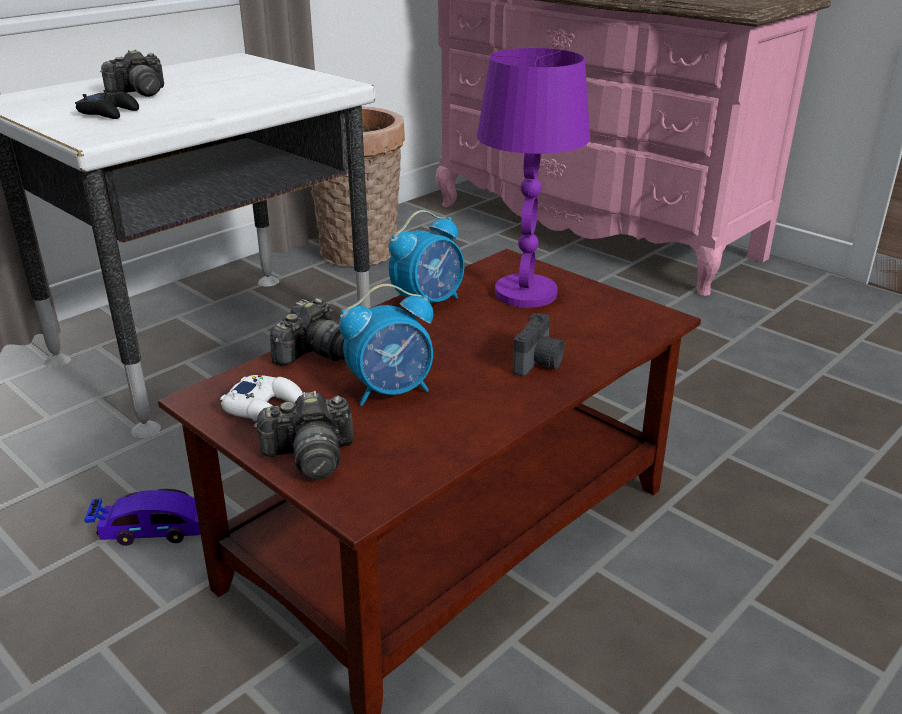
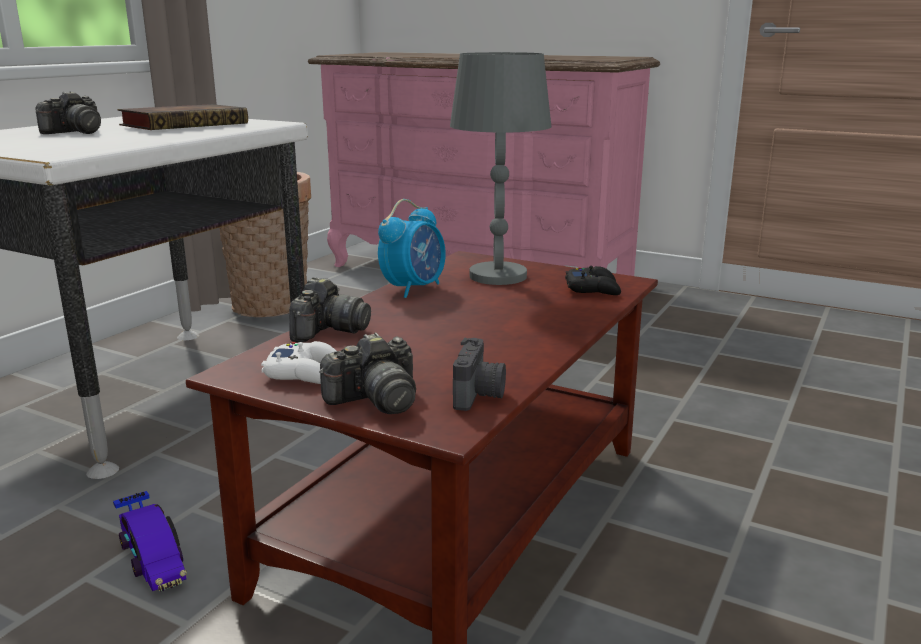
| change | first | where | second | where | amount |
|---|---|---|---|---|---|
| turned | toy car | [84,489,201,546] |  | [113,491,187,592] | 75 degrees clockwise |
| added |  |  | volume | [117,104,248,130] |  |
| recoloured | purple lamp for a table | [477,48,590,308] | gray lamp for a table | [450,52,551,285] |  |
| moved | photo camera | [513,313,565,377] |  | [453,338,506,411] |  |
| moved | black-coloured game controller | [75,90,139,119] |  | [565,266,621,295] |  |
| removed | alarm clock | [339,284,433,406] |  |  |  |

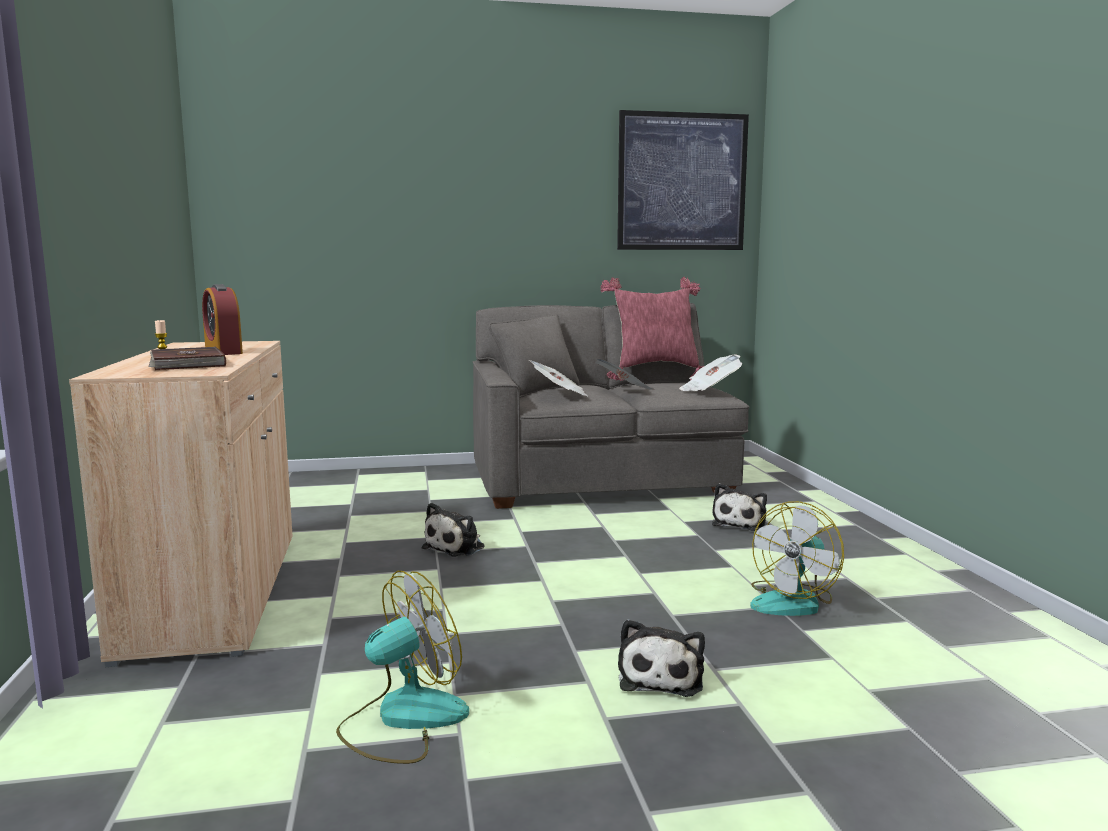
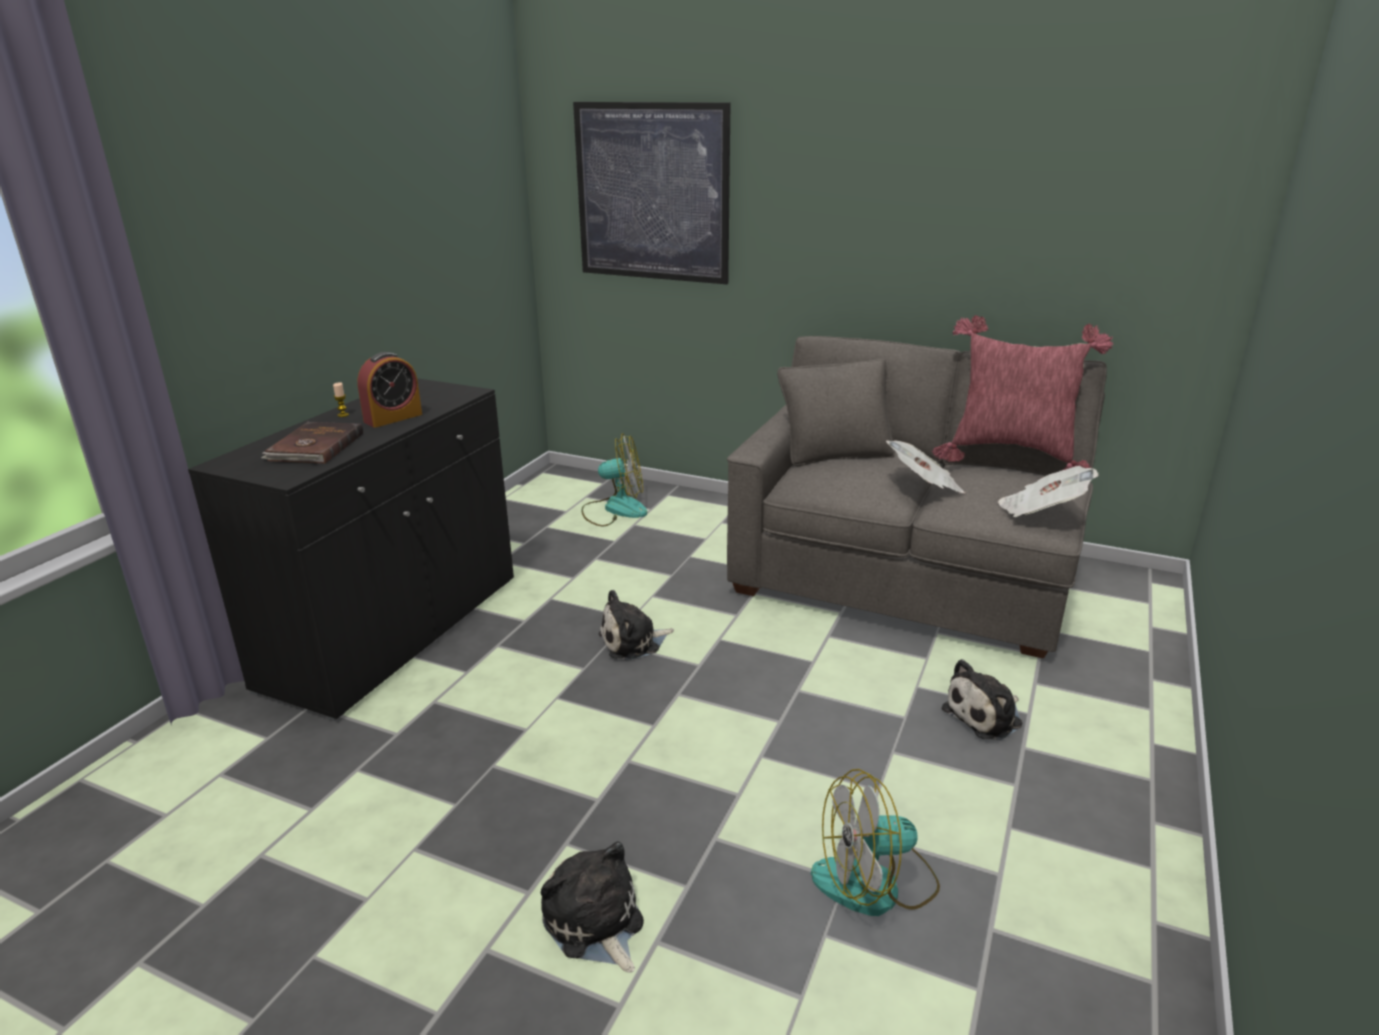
| change | first | where | second | where | amount |
|---|---|---|---|---|---|
| recoloured | sand-coloured cupboard | [69,341,293,667] | black-coloured cupboard | [188,378,514,721] |  |
| turned | alarm clock | [202,284,243,355] |  | [357,352,422,428] | 135 degrees counterclockwise |
| turned | soft toy | [618,619,705,697] |  | [541,842,644,973] | 105 degrees clockwise |
| moved | wall picture | [617,110,749,250] |  | [573,102,731,284] |  |
| moved | cooling fan | [336,571,469,764] |  | [581,433,647,526] |  |
| removed | newspaper | [529,360,589,397] |  |  |  |

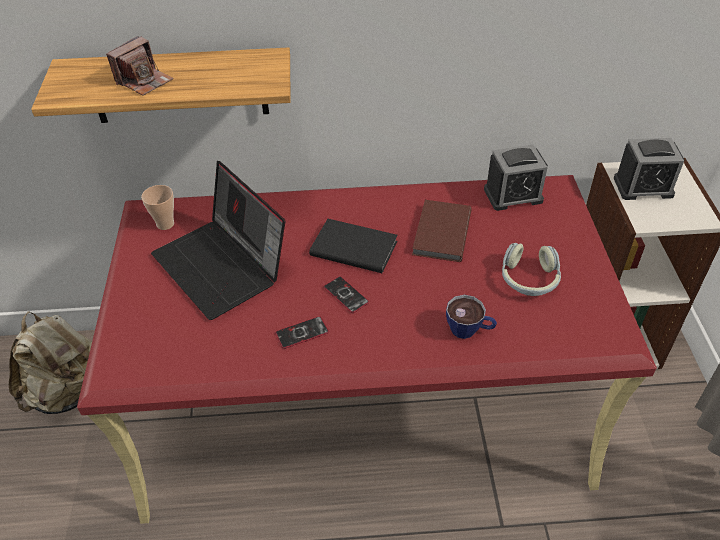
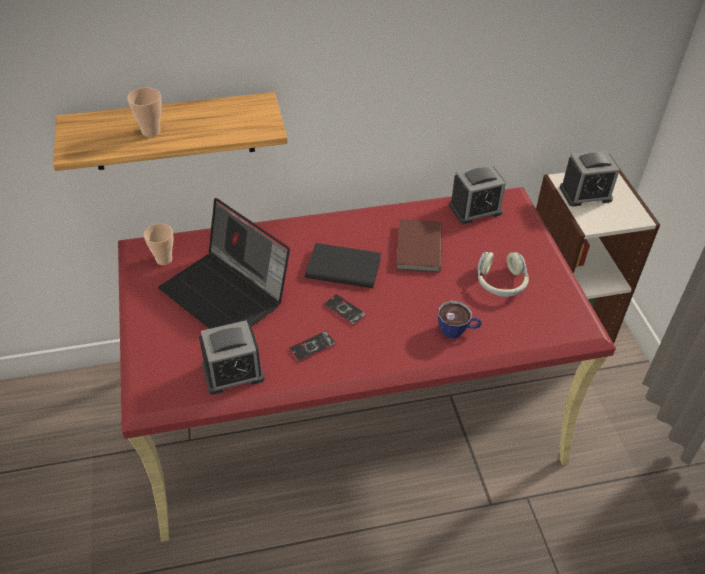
| change | first | where | second | where | amount |
|---|---|---|---|---|---|
| replaced | photo camera | [106,36,173,96] | small cup | [127,87,161,137] |  |
| added |  |  | alarm clock | [199,320,265,395] |  |
| removed | sand-coloured backpack | [9,311,92,414] |  |  |  |

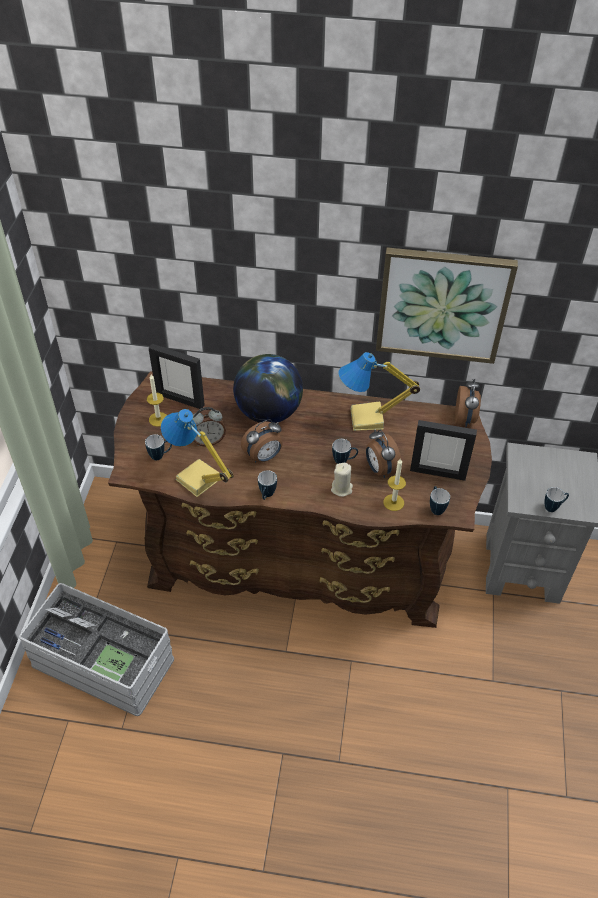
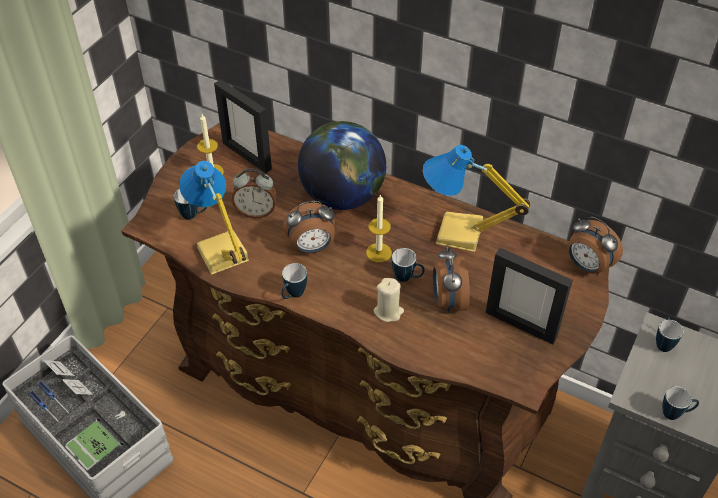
| change | first | where | second | where | amount |
|---|---|---|---|---|---|
| moved | candle | [383,458,406,511] |  | [366,194,392,263] |  |
| turned | alarm clock | [455,379,481,427] |  | [567,217,623,275] | 105 degrees clockwise |
| moved | tea mug | [430,486,450,515] |  | [656,317,684,352] |  |
| removed | wall picture | [376,247,518,364] |  |  |  |

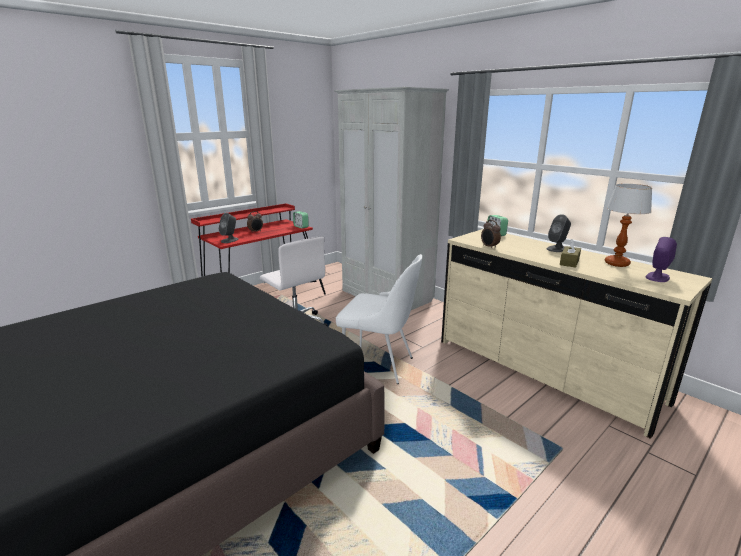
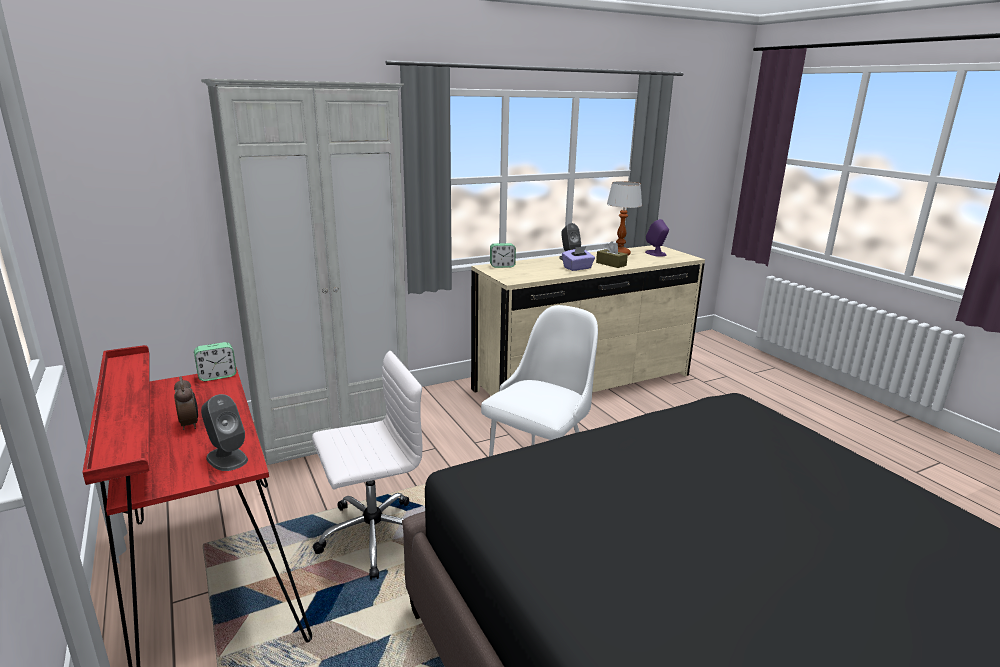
| change | first | where | second | where | amount |
|---|---|---|---|---|---|
| added |  |  | purple box of tissues | [562,246,595,271] |  |
| removed | alarm clock | [481,220,501,249] |  |  |  |

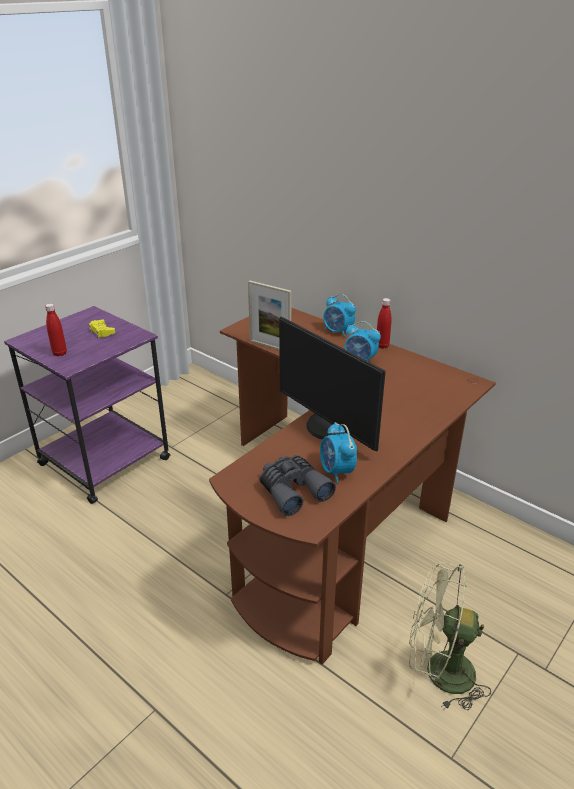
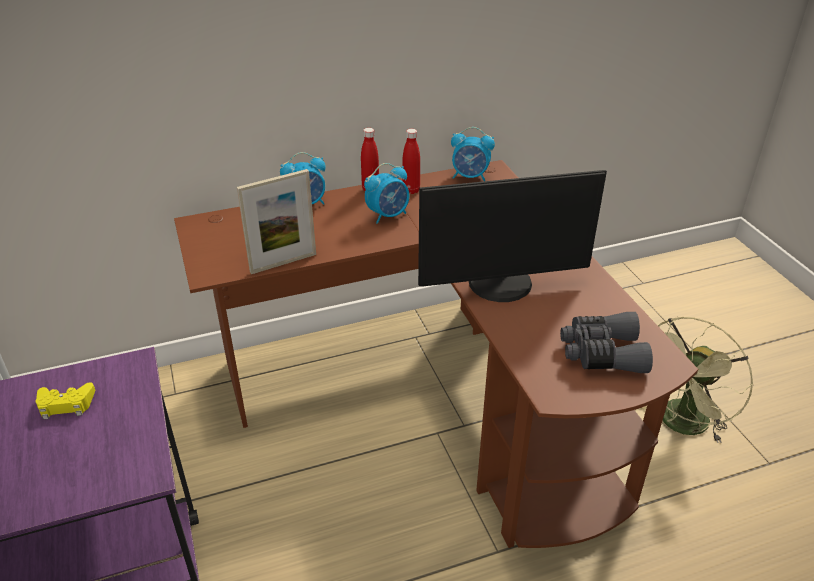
| change | first | where | second | where | amount |
|---|---|---|---|---|---|
| moved | red-coloured drink bottle | [45,303,67,357] |  | [402,129,420,194] |  |
| moved | alarm clock | [320,422,357,483] |  | [451,127,495,181] |  |

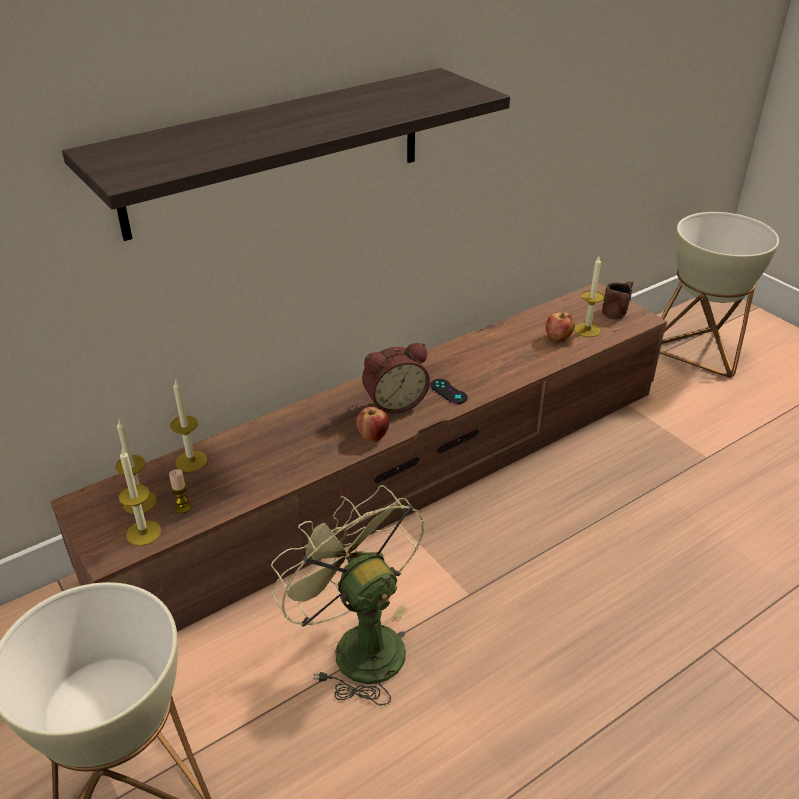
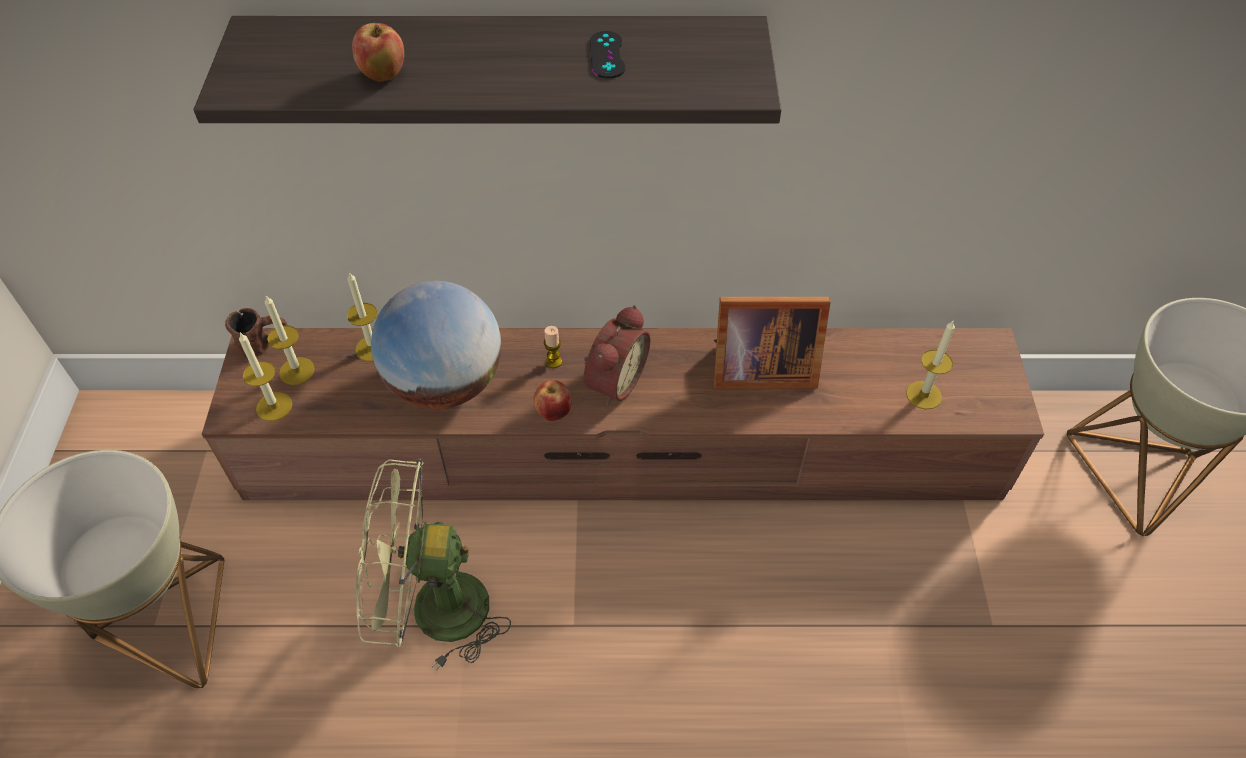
| change | first | where | second | where | amount |
|---|---|---|---|---|---|
| moved | brown-coloured tea mug | [602,281,633,319] |  | [225,308,287,358] |  |
| moved | whole apple | [546,312,574,342] |  | [352,23,404,82] |  |
| turned | greenish cooling fan | [271,485,425,706] |  | [356,459,511,671] | 90 degrees counterclockwise |
| added |  |  | globe | [371,281,501,409] |  |
| moved | candle | [169,469,191,514] |  | [544,326,562,368] |  |
| turned | alarm clock | [362,343,430,414] |  | [584,305,650,406] | 75 degrees counterclockwise |
| moved | black-coloured game controller | [430,379,468,404] |  | [590,31,626,79] |  |
| added |  |  | photo frame | [714,297,831,389] |  |

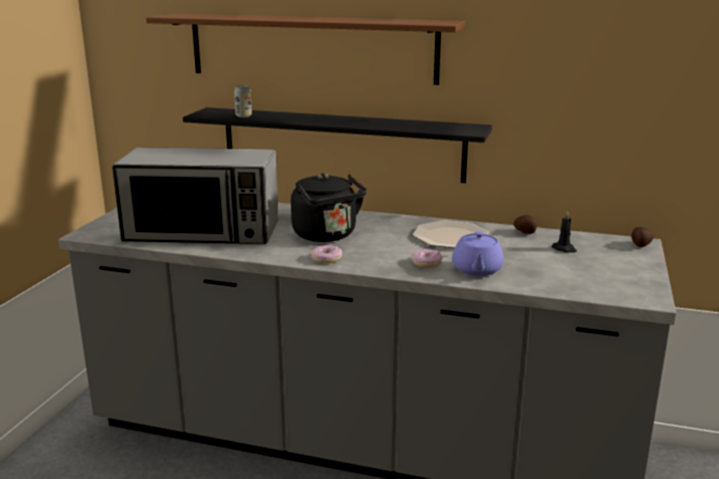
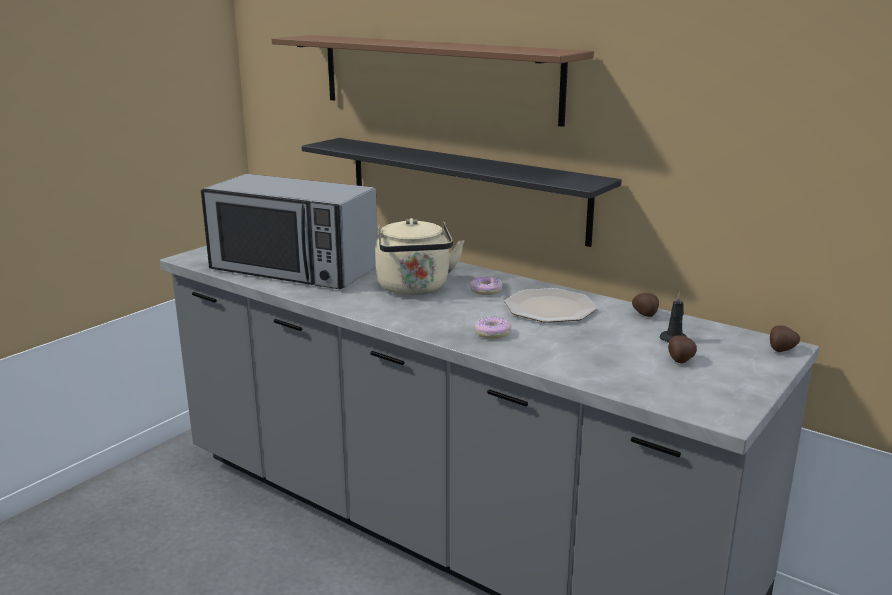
| change | first | where | second | where | amount |
|---|---|---|---|---|---|
| recoloured | black-coloured kettle | [291,173,367,242] | sand-coloured kettle | [375,218,464,295] |  |
| moved | doughnut | [311,245,342,263] |  | [469,276,503,295] |  |
| added |  |  | spud | [668,335,697,363] |  |
| removed | can | [234,85,252,117] |  |  |  |
| removed | purple tea pot | [452,231,504,276] |  |  |  |

